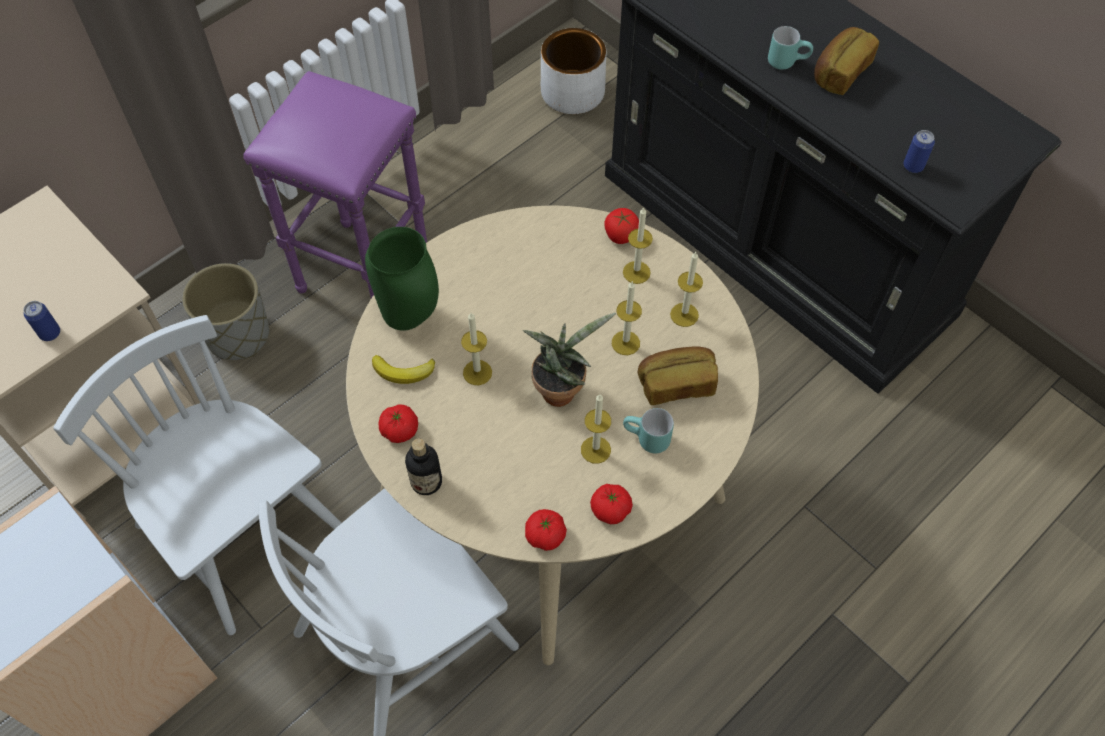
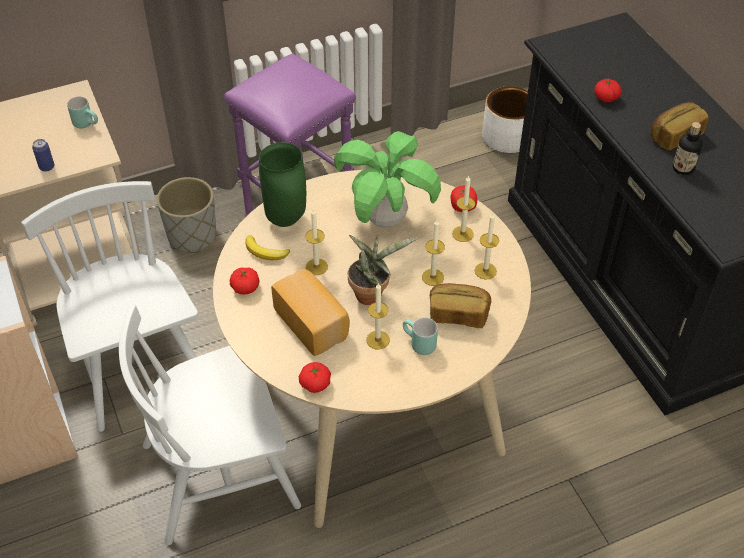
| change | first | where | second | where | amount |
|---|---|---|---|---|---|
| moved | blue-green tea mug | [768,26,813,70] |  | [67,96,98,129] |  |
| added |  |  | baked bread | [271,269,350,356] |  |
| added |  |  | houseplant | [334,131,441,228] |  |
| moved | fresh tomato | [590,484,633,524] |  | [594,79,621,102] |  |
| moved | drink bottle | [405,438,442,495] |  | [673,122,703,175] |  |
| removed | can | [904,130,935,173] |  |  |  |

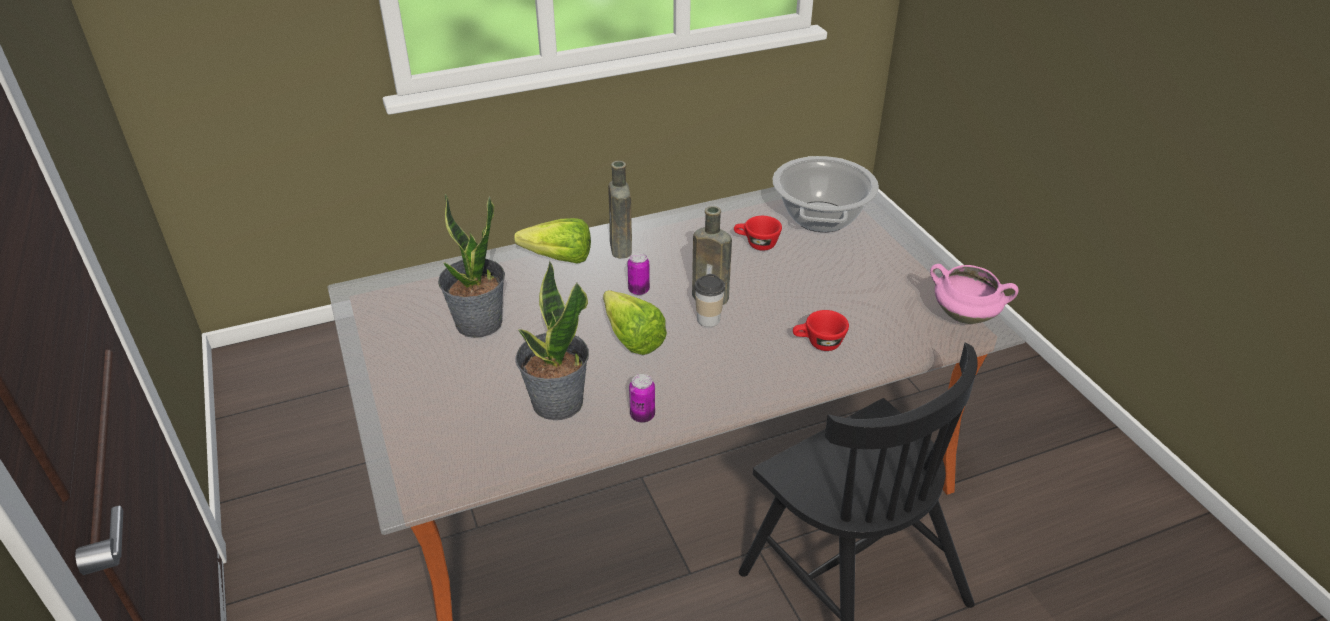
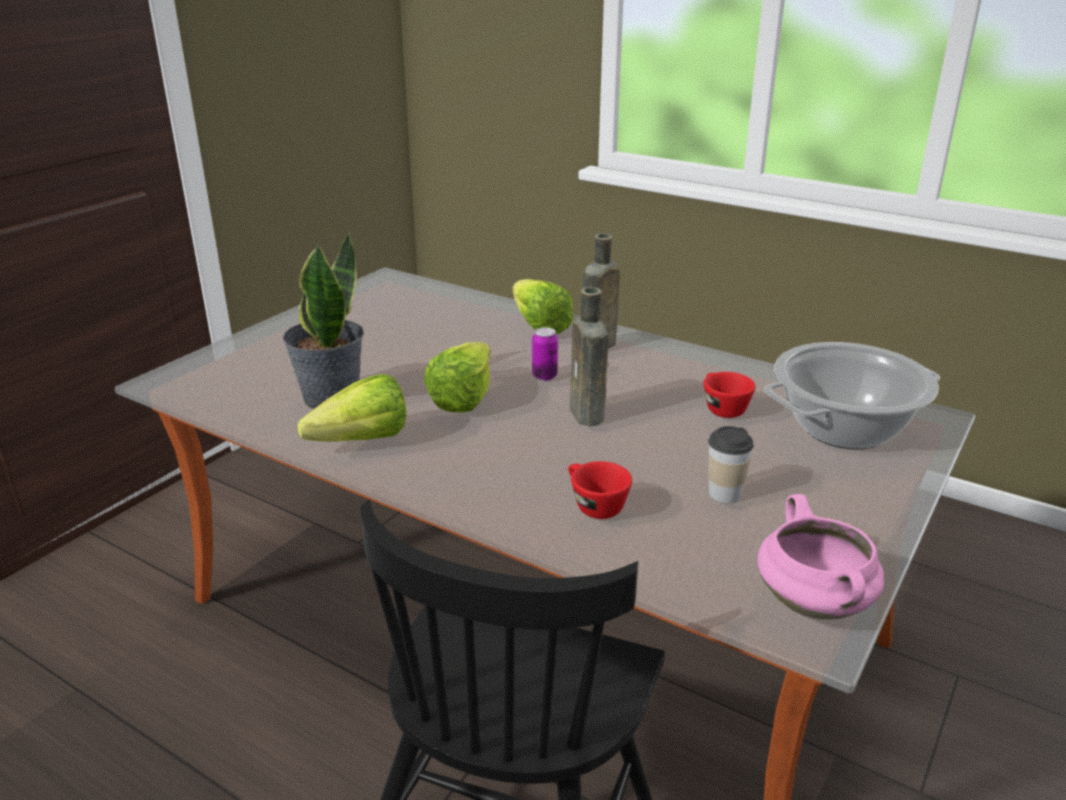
| change | first | where | second | where | amount |
|---|---|---|---|---|---|
| replaced | can | [629,374,655,422] | lettuce | [298,374,406,442] |  |
| moved | small cup | [695,274,725,327] |  | [708,426,754,503] |  |
| removed | houseplant | [438,194,505,338] |  |  |  |

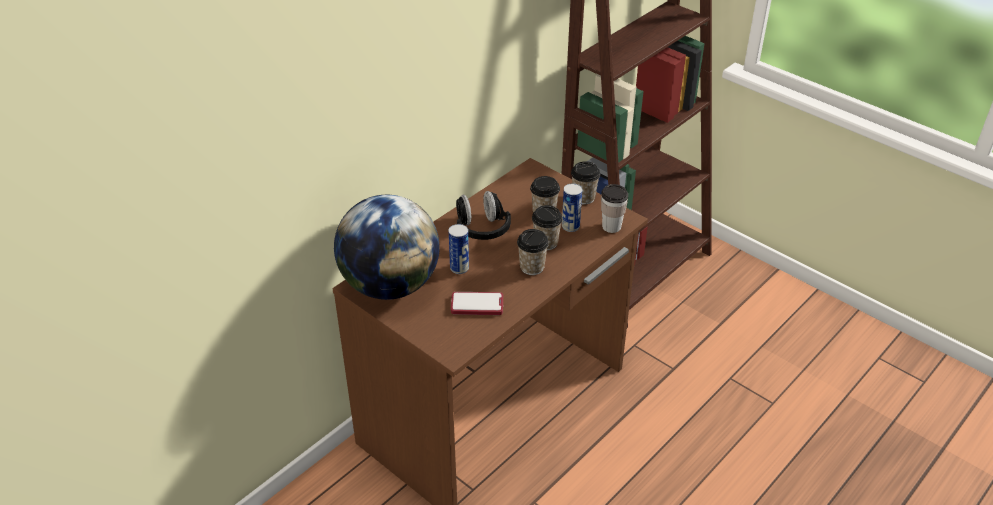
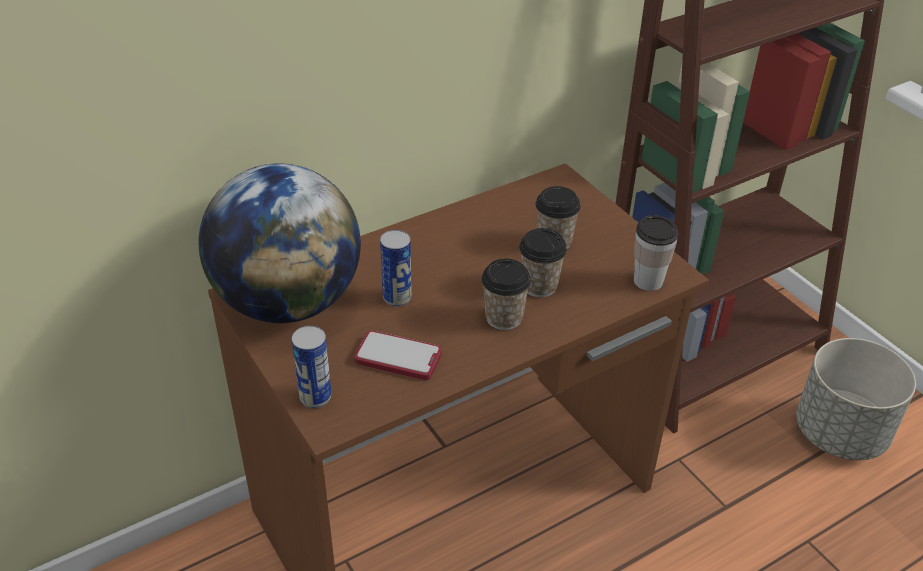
| change | first | where | second | where | amount |
|---|---|---|---|---|---|
| moved | can | [562,183,582,232] |  | [292,326,332,408] |  |
| added |  |  | gray plant pot | [796,338,916,460] |  |
| removed | black-coloured headphones | [456,191,511,240] |  |  |  |
| removed | small cup | [571,161,600,205] |  |  |  |

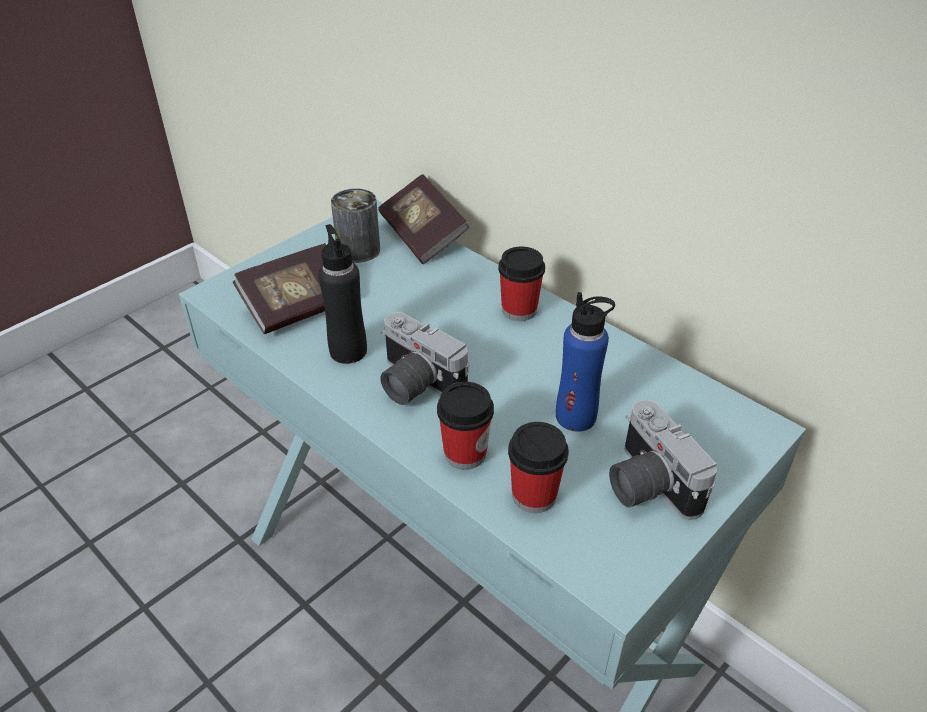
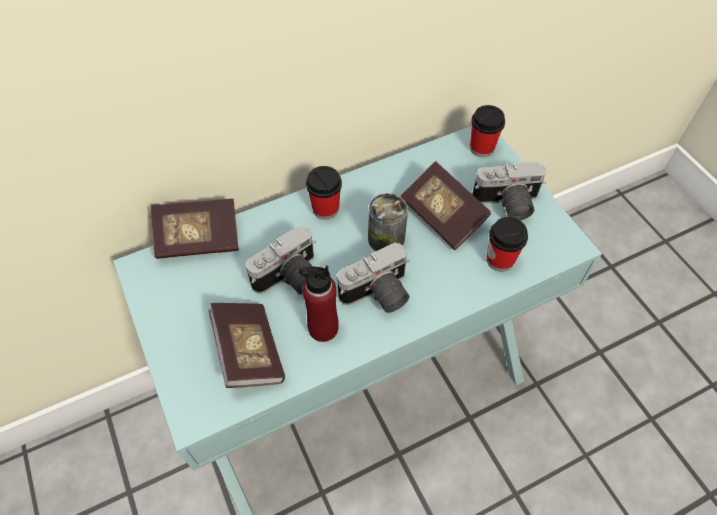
| change | first | where | second | where | amount |
|---|---|---|---|---|---|
| added |  |  | photo camera | [246,225,316,295] |  |
| recoloured | black-coloured drink bottle | [318,224,367,364] | red-coloured drink bottle | [299,266,339,342] |  |
| moved | can | [331,188,380,263] |  | [368,193,408,251] |  |
| replaced | blue drink bottle | [556,292,615,432] | volume | [401,161,491,250] |  |
| moved | small cup | [437,382,494,470] |  | [470,105,505,157] |  |

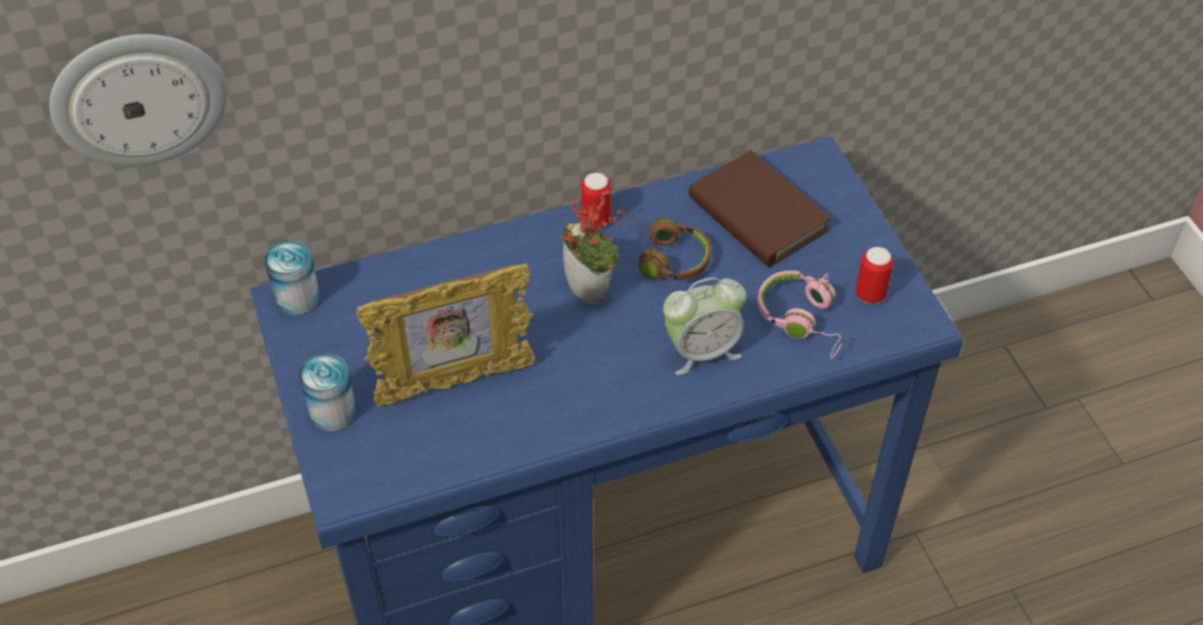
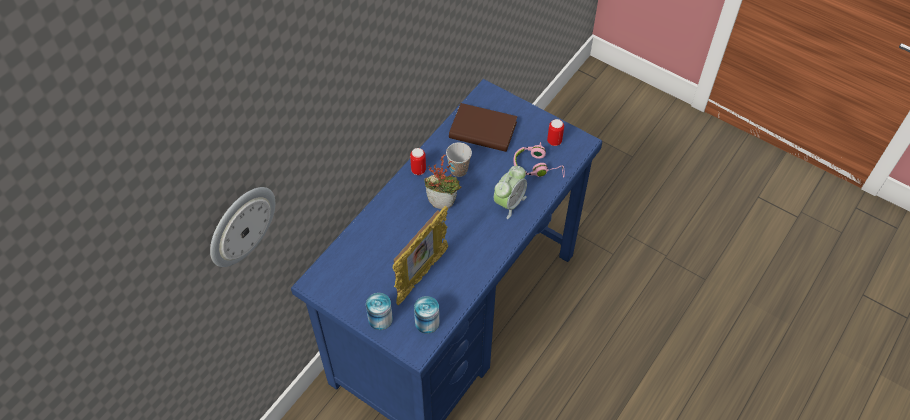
| change | first | where | second | where | amount |
|---|---|---|---|---|---|
| moved | can | [265,241,320,315] |  | [414,296,439,334] |  |
| replaced | brown-coloured headphones | [618,203,711,281] | small cup | [446,143,472,177] |  |

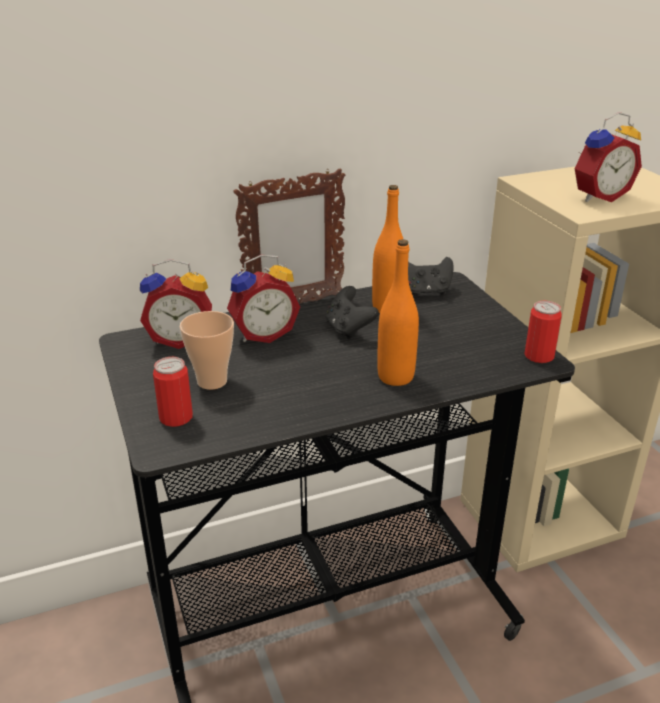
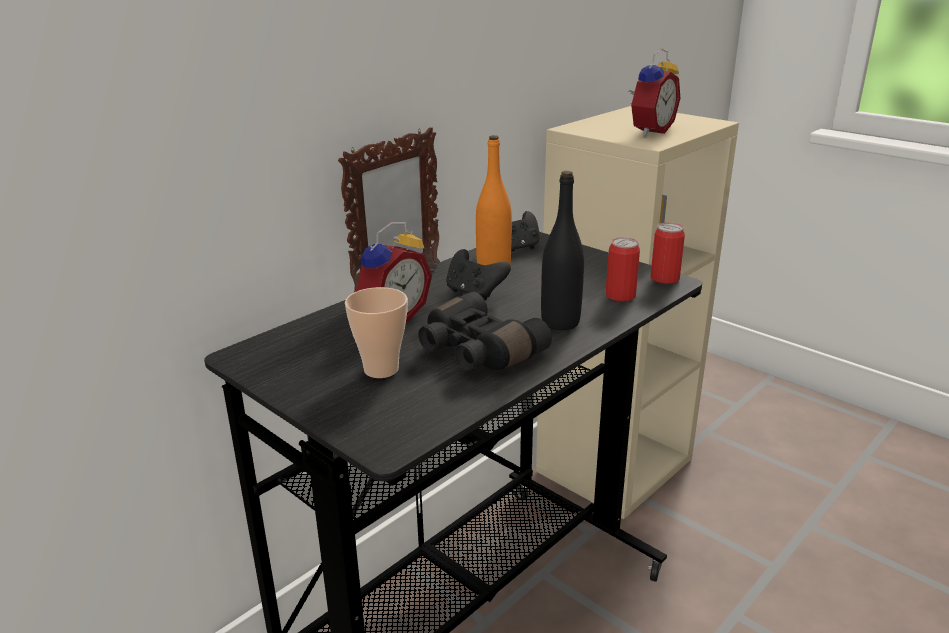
| change | first | where | second | where | amount |
|---|---|---|---|---|---|
| added |  |  | black-coloured pair of binoculars | [418,292,552,371] |  |
| recoloured | orangey drink bottle | [377,239,419,386] | black-coloured drink bottle | [541,171,584,330] |  |
| moved | can | [153,357,193,427] |  | [606,237,640,302] |  |
| removed | alarm clock | [140,259,212,349] |  |  |  |

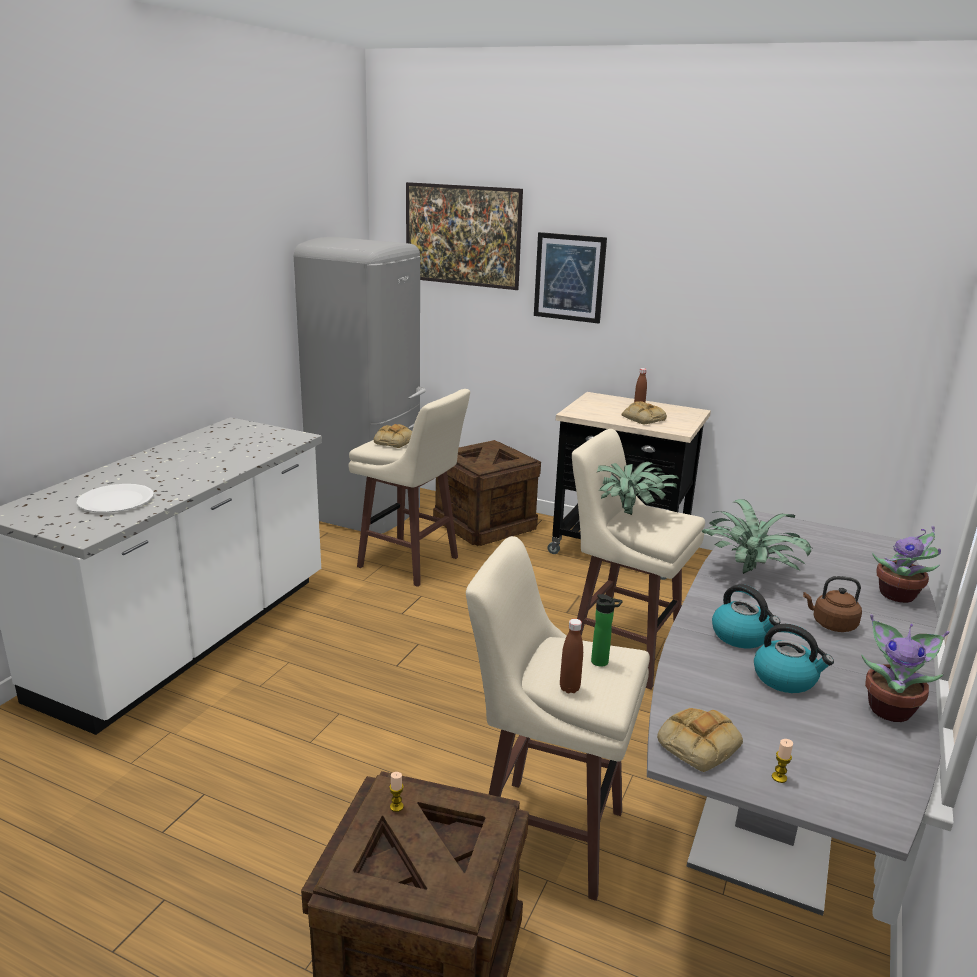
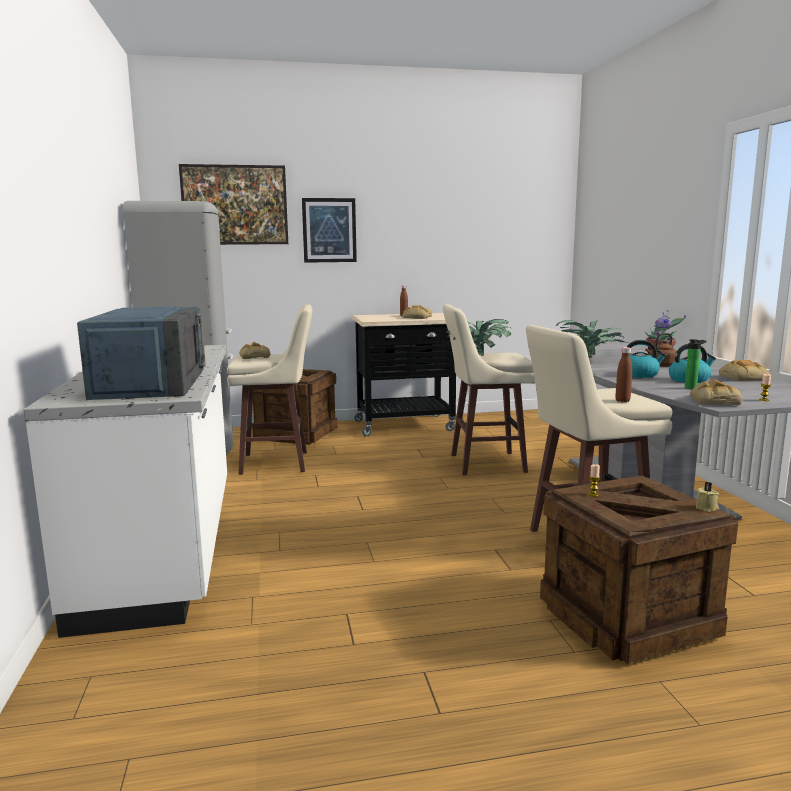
| change | first | where | second | where | amount |
|---|---|---|---|---|---|
| replaced | white plate | [76,484,154,513] | blue microwave | [77,307,206,400] |  |
| moved | drink bottle | [591,594,623,667] |  | [685,339,706,389] |  |
| added |  |  | sand-coloured candle | [696,482,719,512] |  |
| replaced | houseplant | [861,614,949,722] | baked bread | [719,360,770,381] |  |

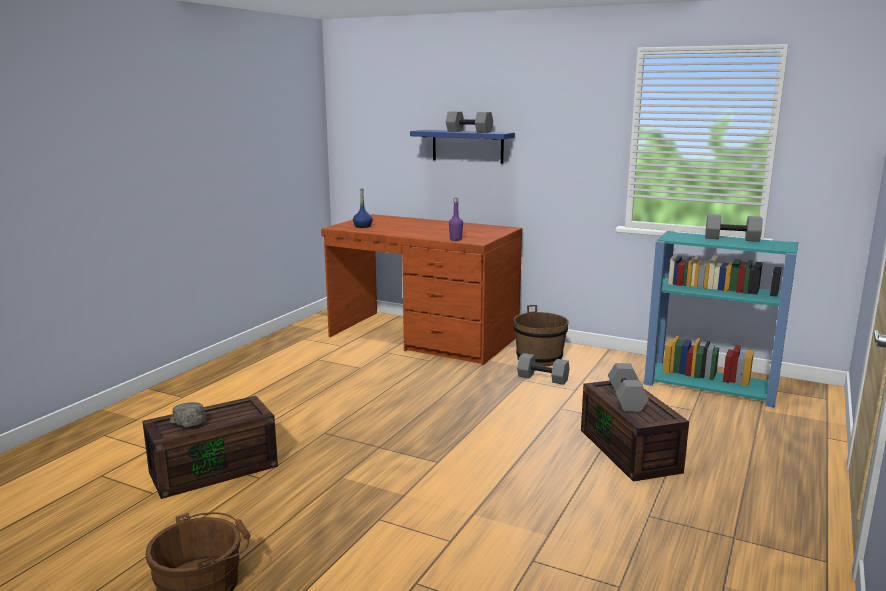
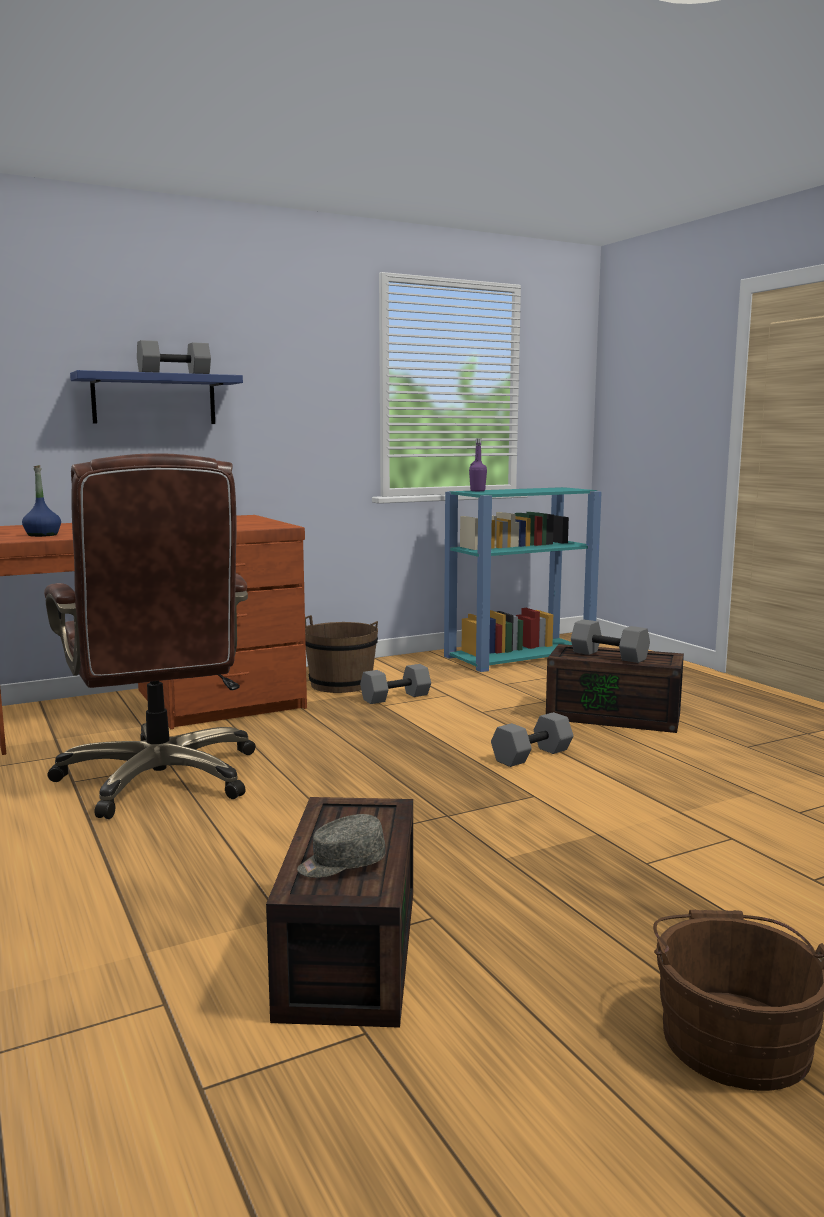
| change | first | where | second | where | amount |
|---|---|---|---|---|---|
| added |  |  | brown-coloured desk chair | [44,454,256,819] |  |
| moved | purple drink bottle | [449,198,463,241] |  | [469,438,487,491] |  |
| moved | gray hand weight | [705,214,763,242] |  | [491,712,574,767] |  |

